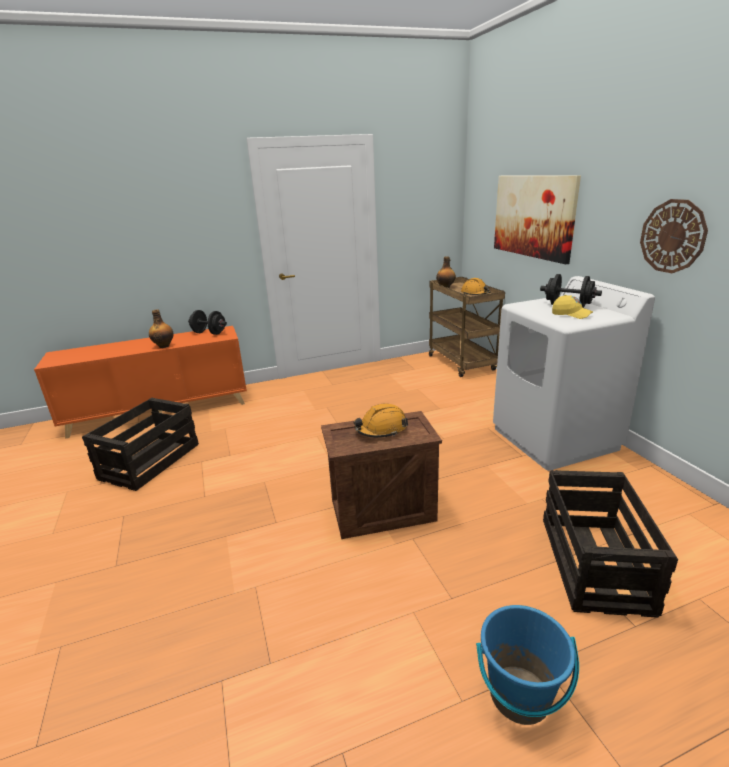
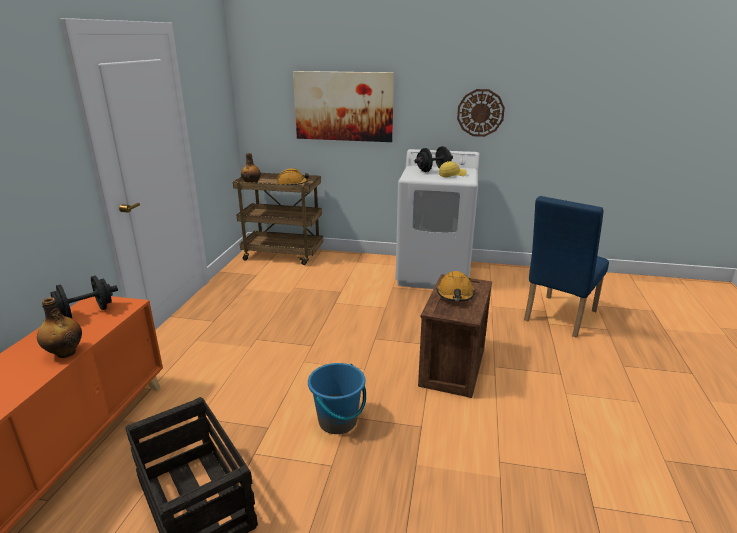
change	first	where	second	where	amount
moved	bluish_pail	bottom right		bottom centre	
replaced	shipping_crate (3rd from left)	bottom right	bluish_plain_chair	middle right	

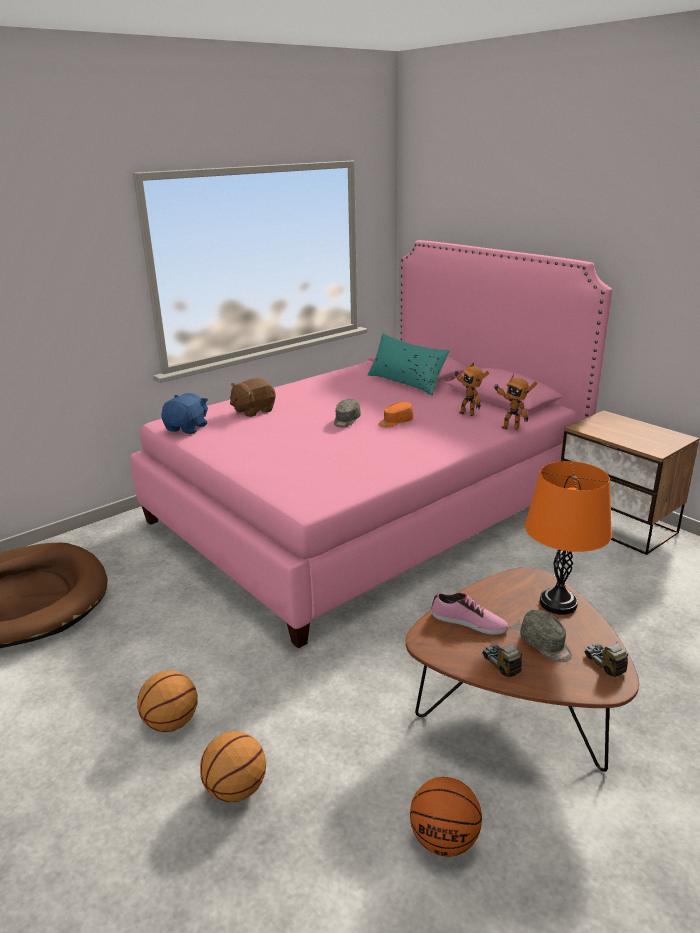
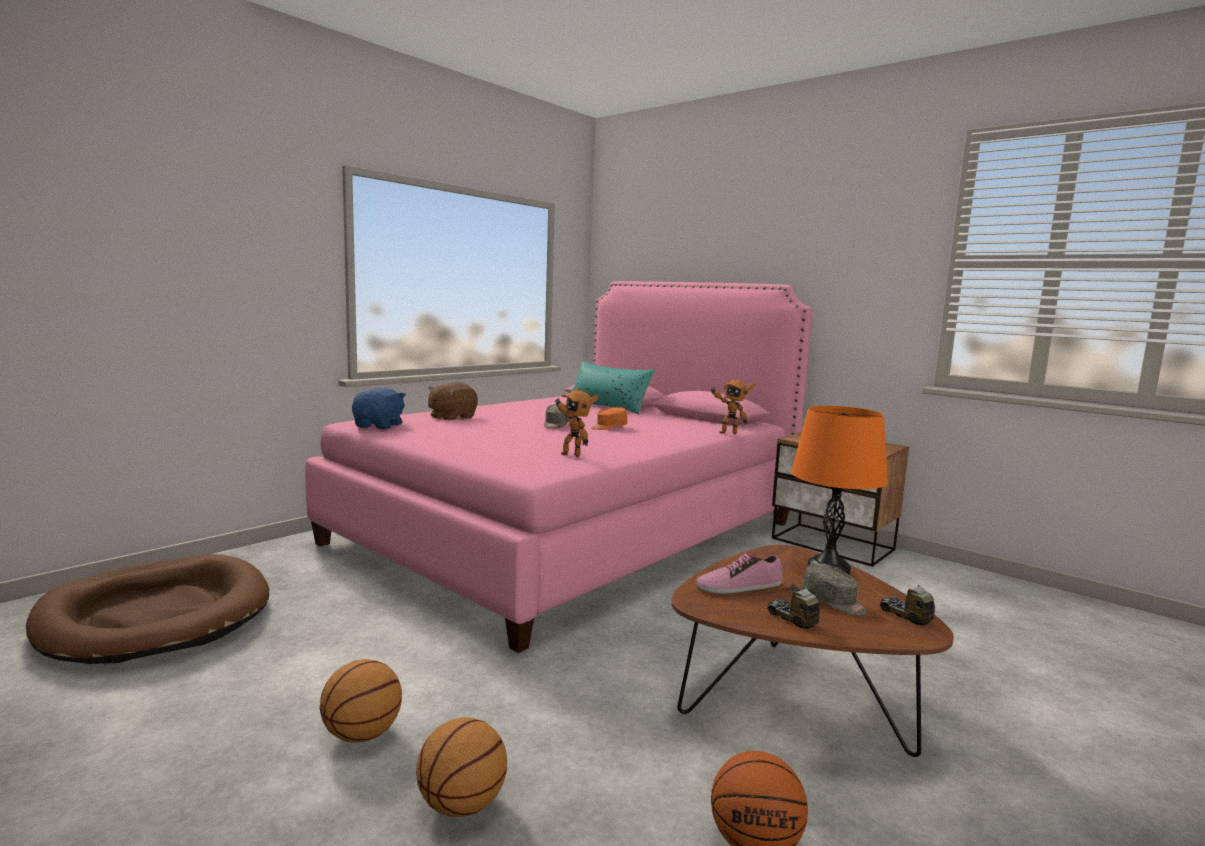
change	first	where	second	where	amount
turned	shoe	middle right		bottom centre	150 degrees clockwise
moved	model_robot (1st from left)	middle right		centre	

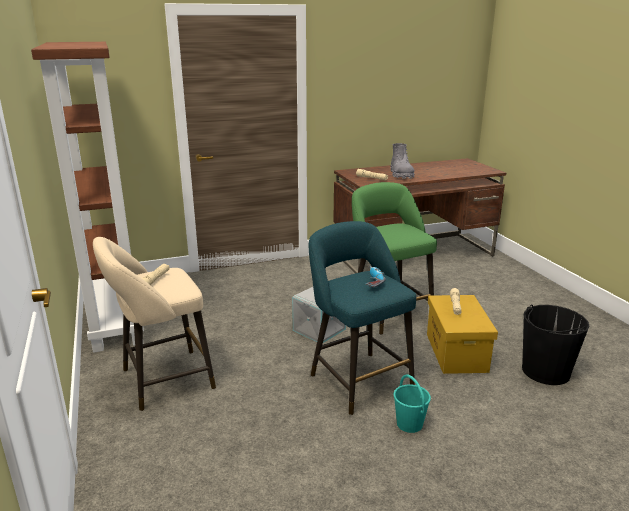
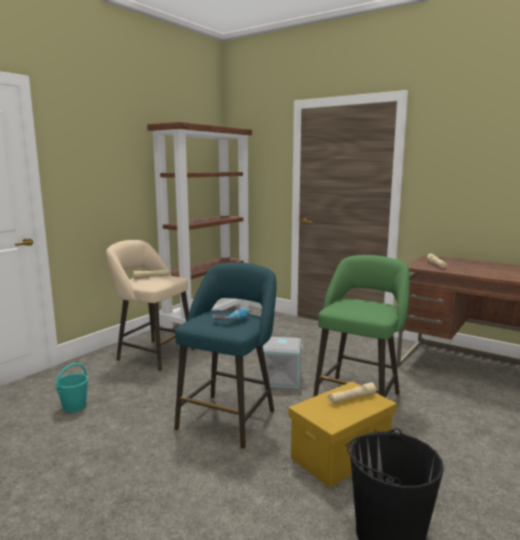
change	first	where	second	where	amount
removed	greyish_boot	top centre			
moved	blue-green_pail	bottom centre		bottom left	

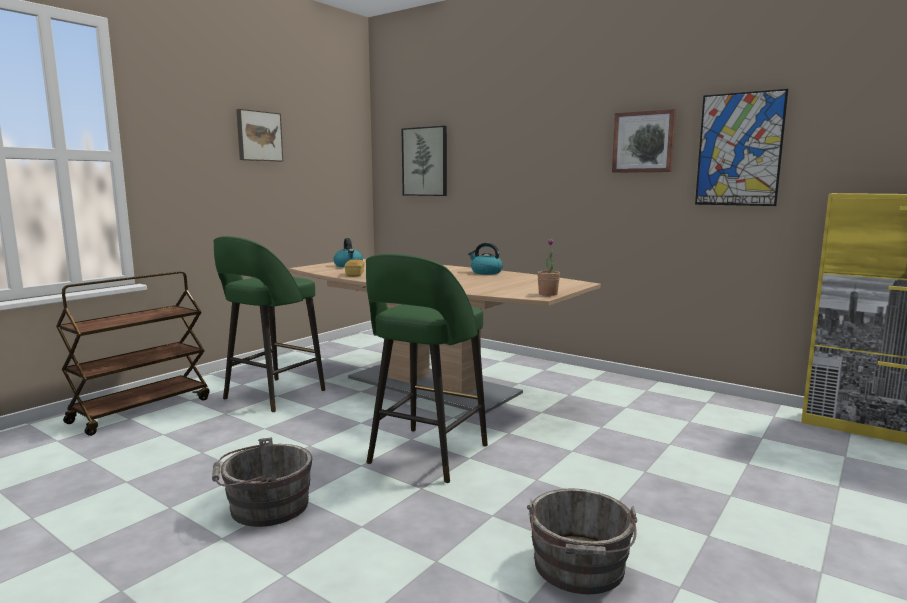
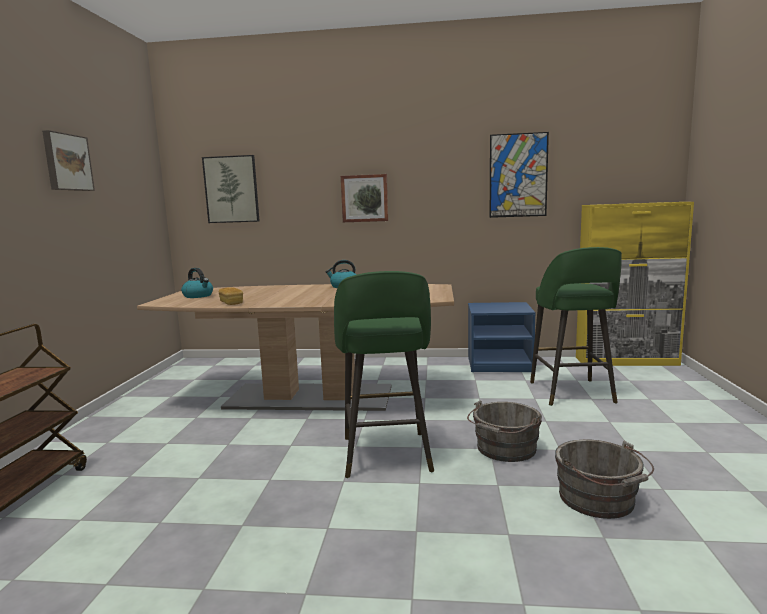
change	first	where	second	where	amount
moved	greyish_pail (1st from left)	bottom left		bottom centre	
moved	green-coloured_stool (1st from left in the first image)	middle left	green-coloured_stool (2nd from left)	middle right	
removed	plant_in_a_pot	centre			
moved	wall_picture (3rd from left)	top right		top centre	
added			bluish_nightstand	centre	

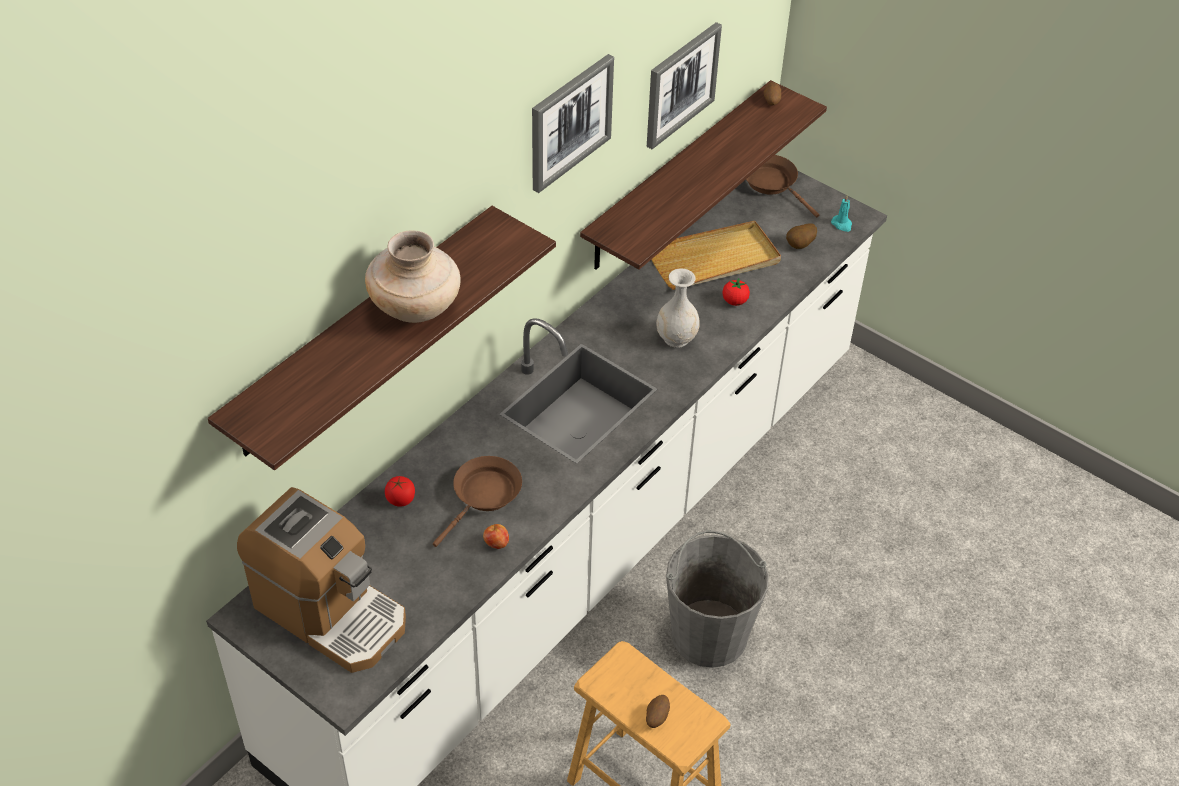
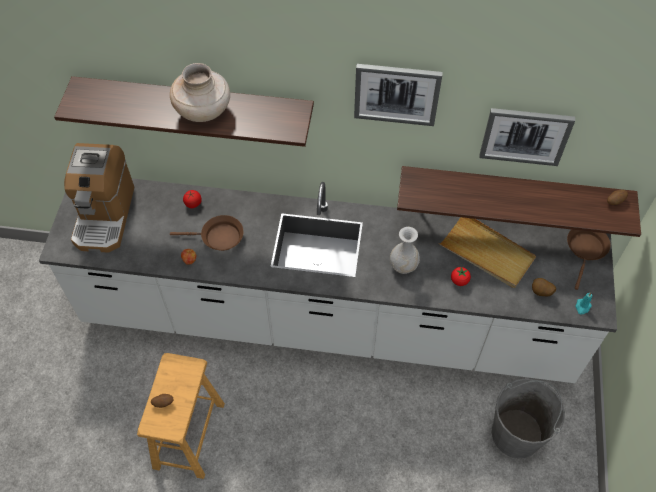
change	first	where	second	where	amount
moved	greyish_pail	bottom centre		bottom right	

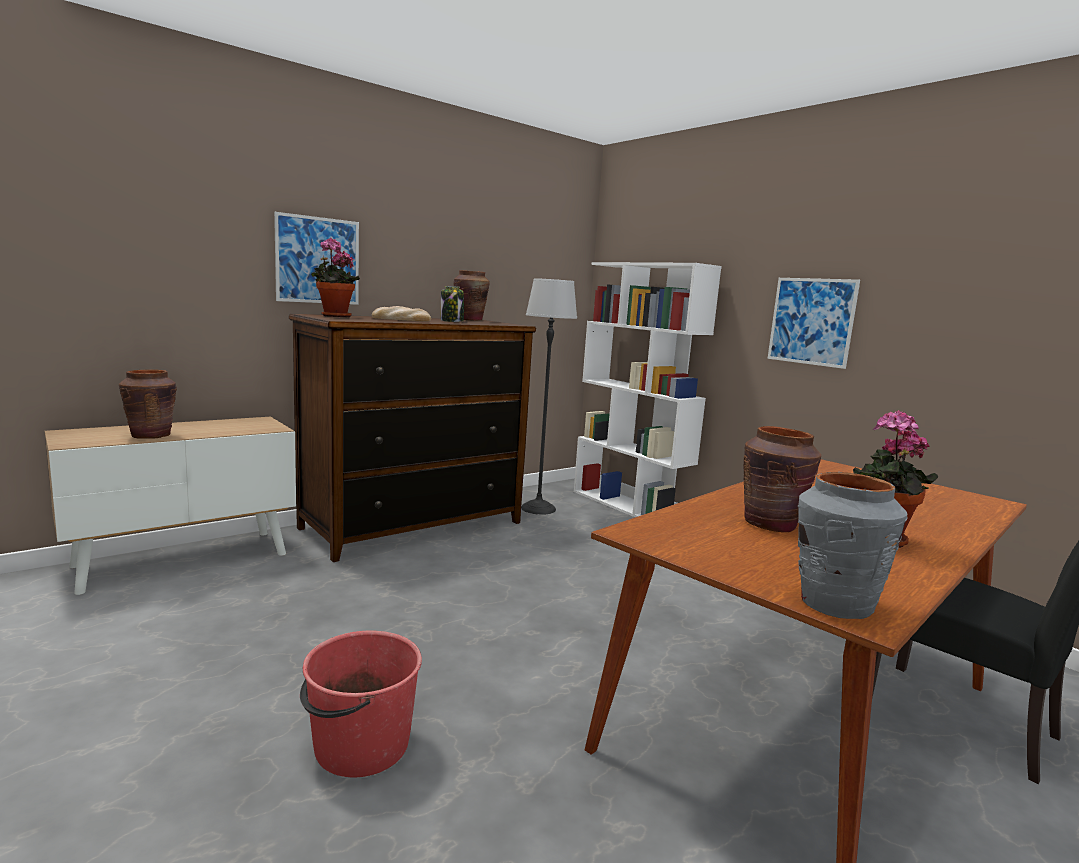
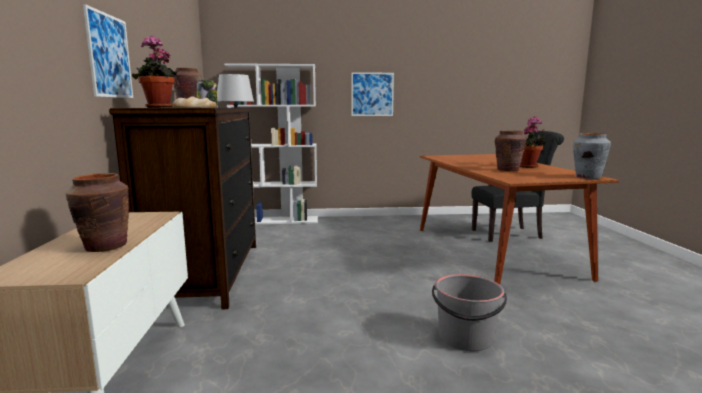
change	first	where	second	where	amount
recoloured	red-coloured_pail	bottom centre	greyish_pail	bottom right	

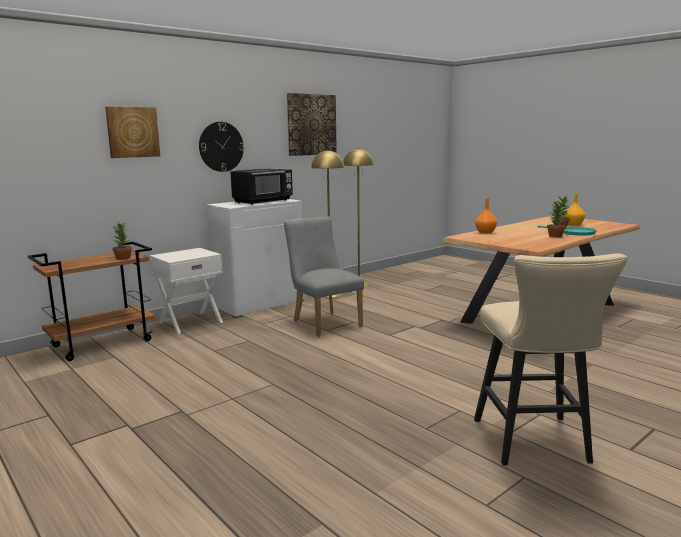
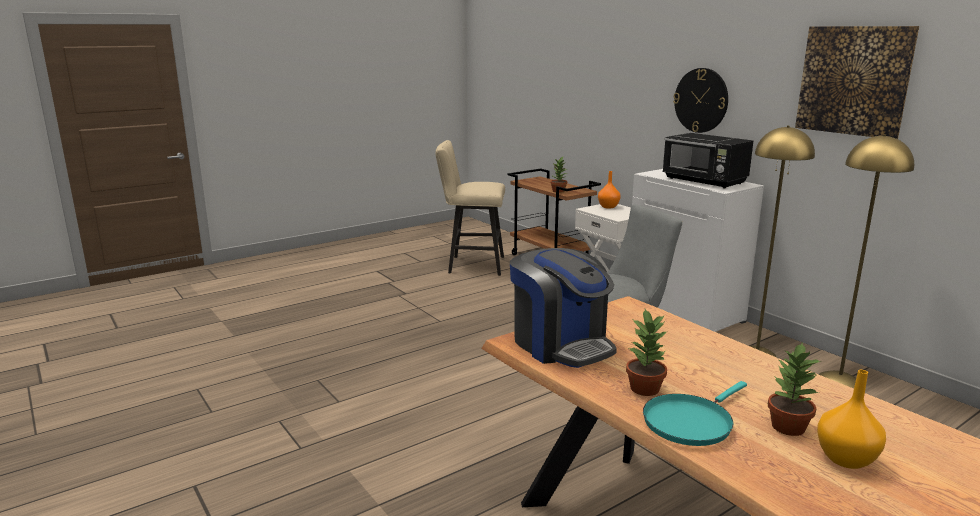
change	first	where	second	where	amount
removed	wall_picture (1st from left)	top left			
moved	sand-coloured_stool	bottom right		centre	
moved	orange-coloured_flower_vase (1st from left)	middle right		centre	
added			coffee_maker	centre	

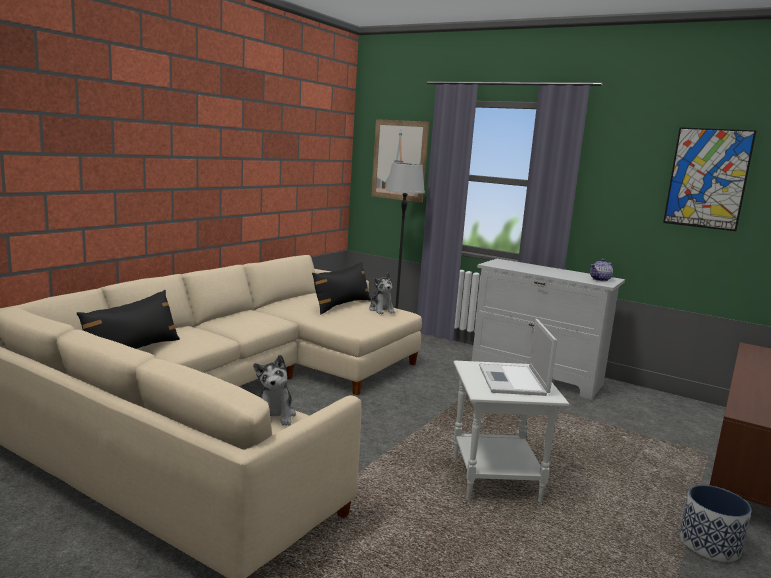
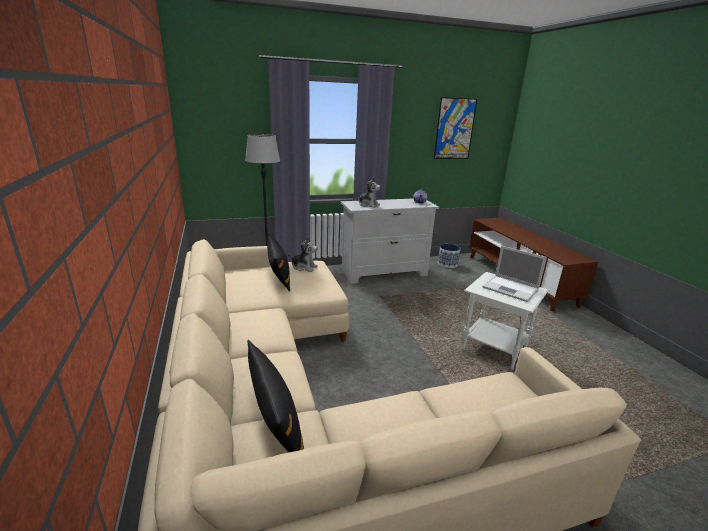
change	first	where	second	where	amount
moved	soft_toy (1st from left in the first image)	bottom centre	soft_toy (2nd from left)	centre	
removed	wall_picture (1st from left)	top centre			
moved	planter	bottom right		centre	

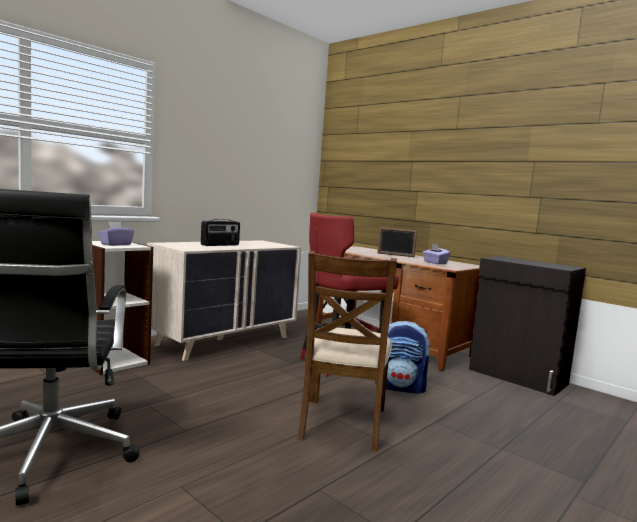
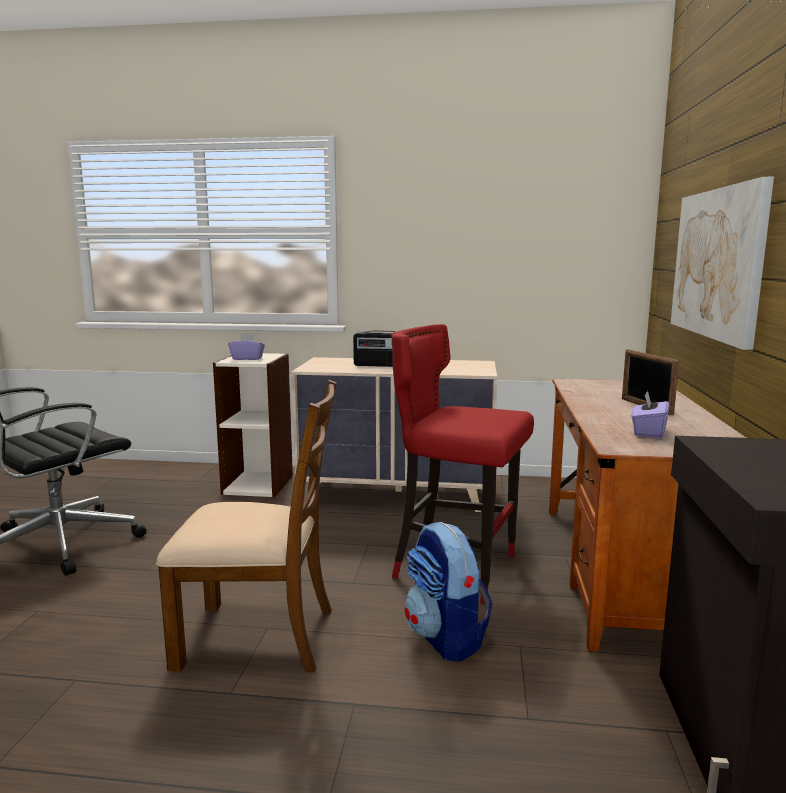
change	first	where	second	where	amount
turned	brown-coloured_plain_chair	bottom centre		middle left	150 degrees counterclockwise
added			wall_picture	top right	

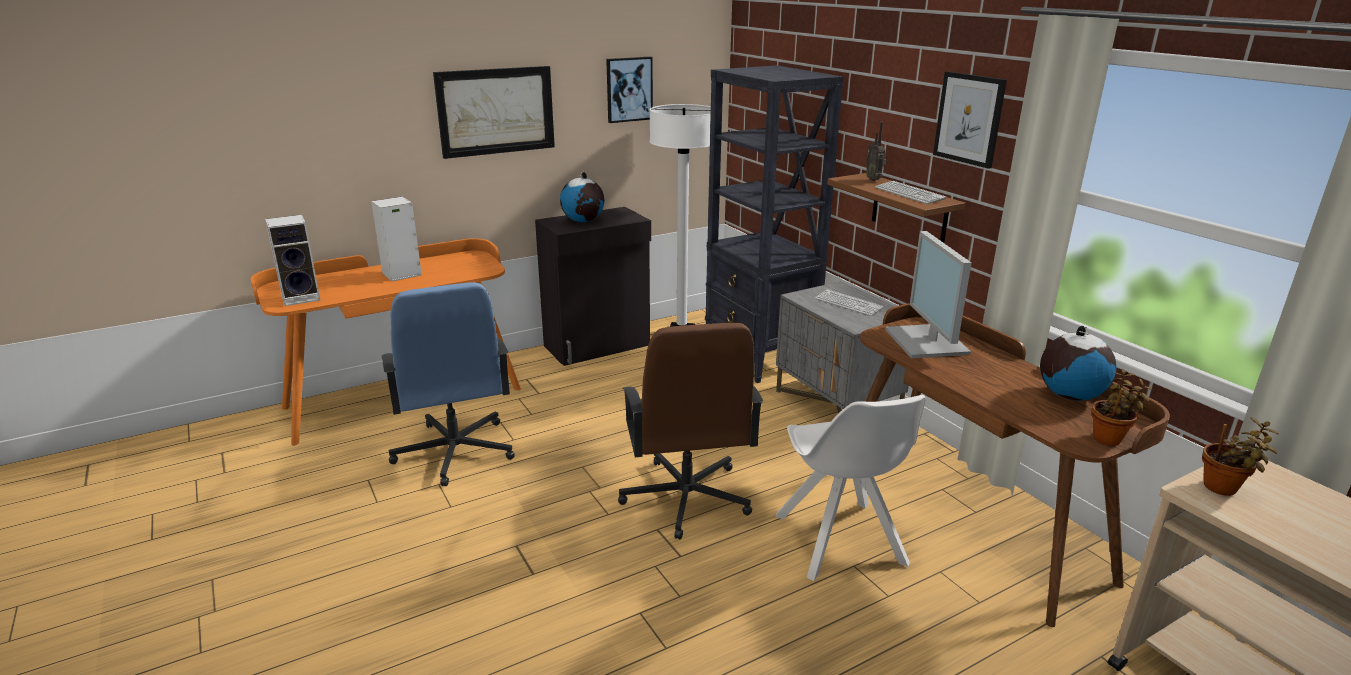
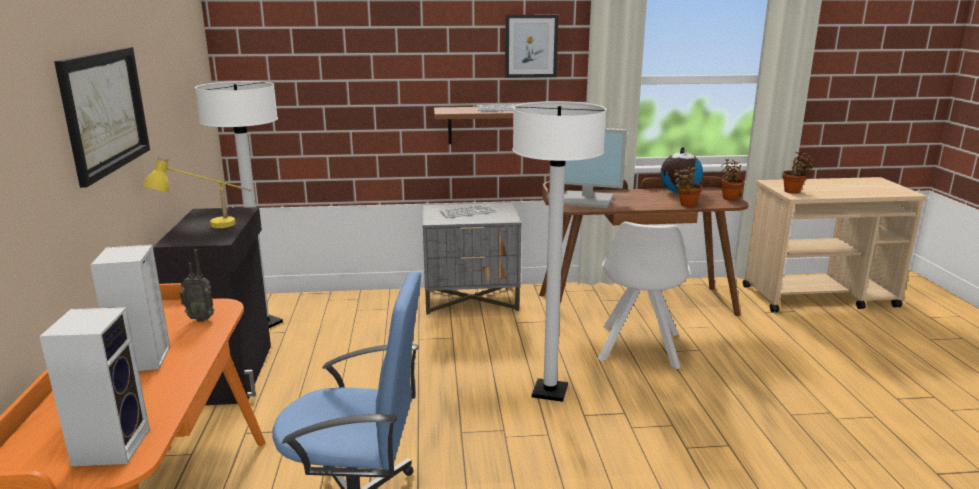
change	first	where	second	where	amount
replaced	world_globe (1st from left)	top centre	yellowish_lamp_for_a_table	middle left	
removed	wall_picture (2nd from left)	top centre			
replaced	brown-coloured_office_chair	centre	whitish_standard_lamp (2nd from left)	centre	
removed	blackish_bookshelf	top centre			
turned	whitish_plain_chair	bottom centre		centre	90 degrees clockwise
moved	radio_receiver	top centre		middle left	
added			plant_in_a_pot (1st from left)	middle right	

